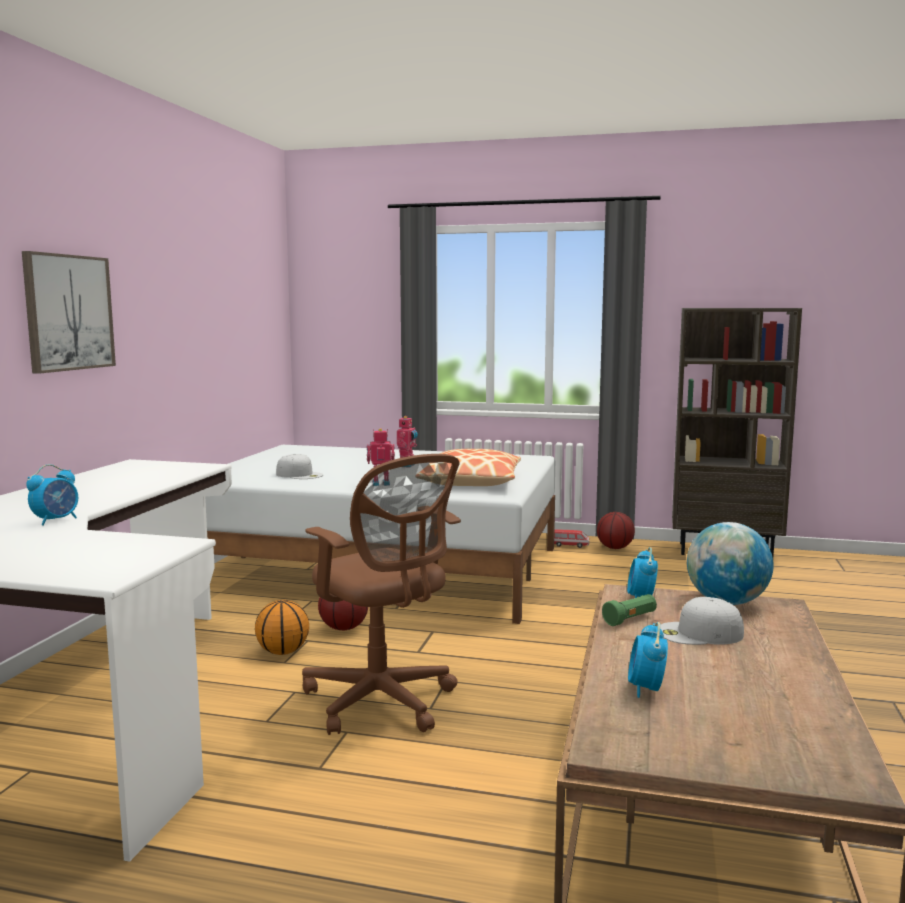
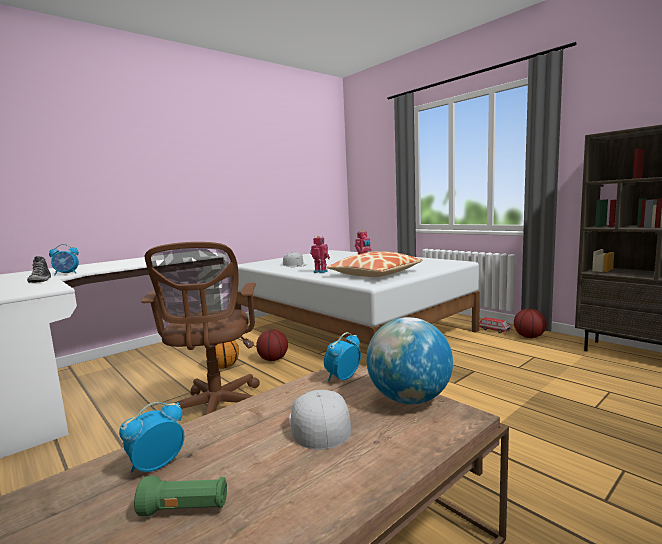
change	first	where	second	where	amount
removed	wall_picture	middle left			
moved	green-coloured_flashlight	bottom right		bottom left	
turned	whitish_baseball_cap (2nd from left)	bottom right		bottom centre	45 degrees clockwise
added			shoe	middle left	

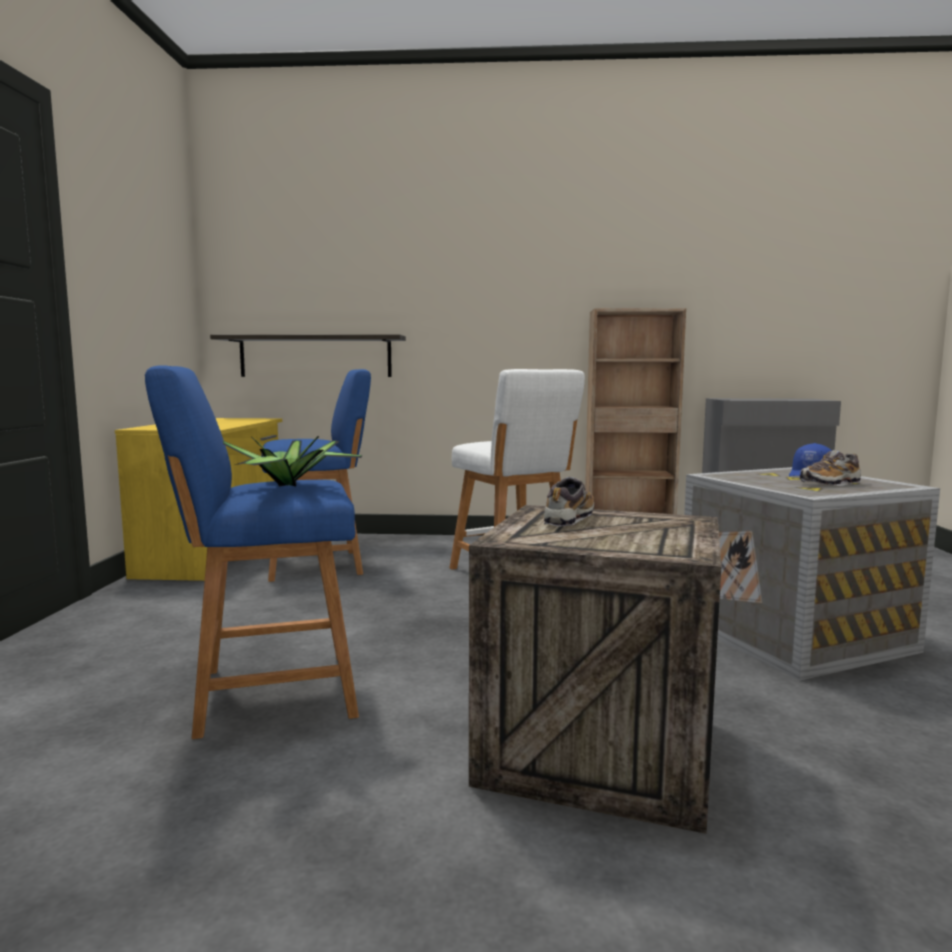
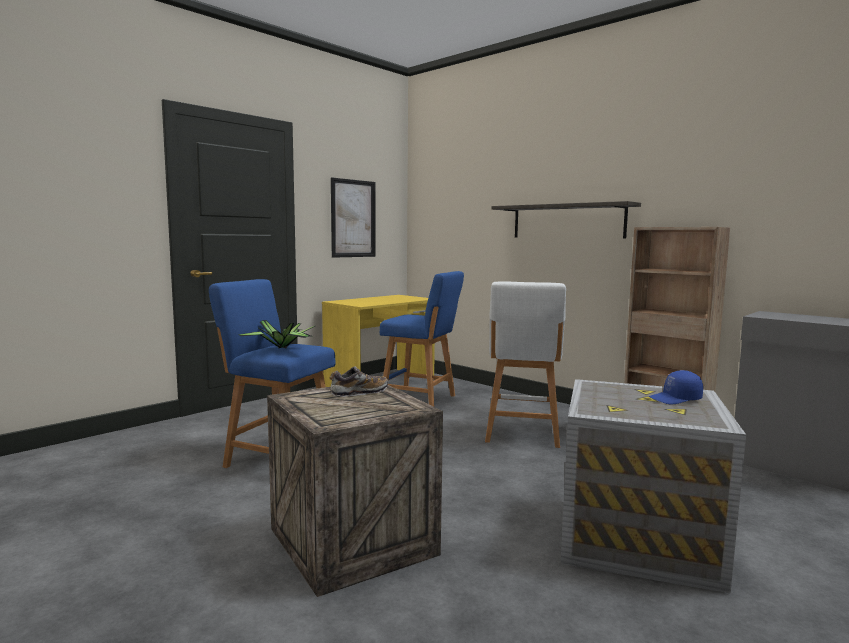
change	first	where	second	where	amount
moved	shelf	middle left		middle right	
removed	shoe (2nd from left)	middle right			
added			wall_picture	centre	

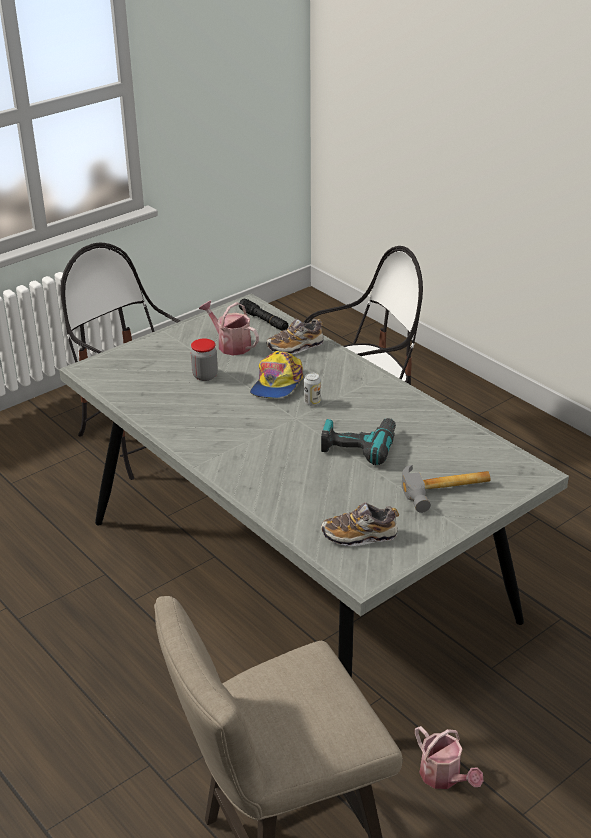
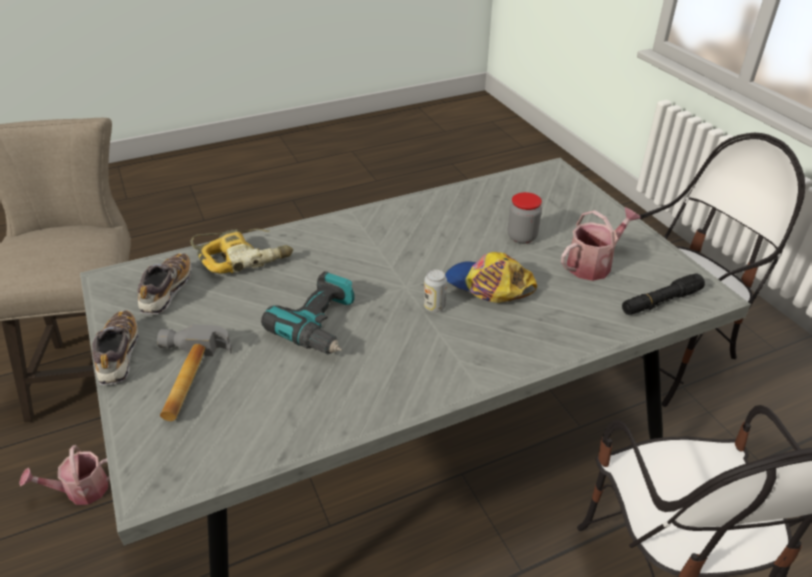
change	first	where	second	where	amount
moved	shoe (1st from left)	centre		middle left	
added			electric_drill (1st from left)	middle left	

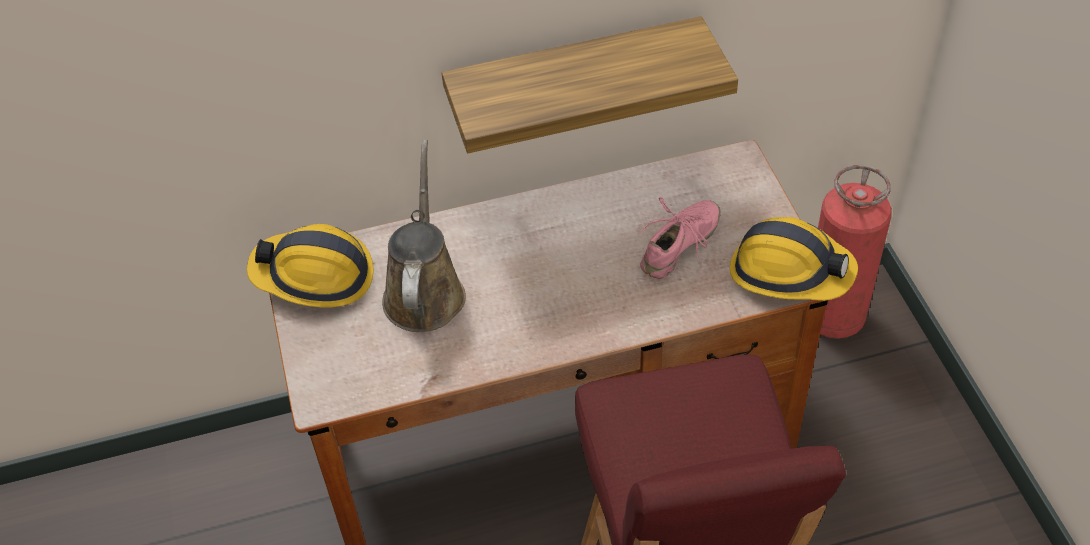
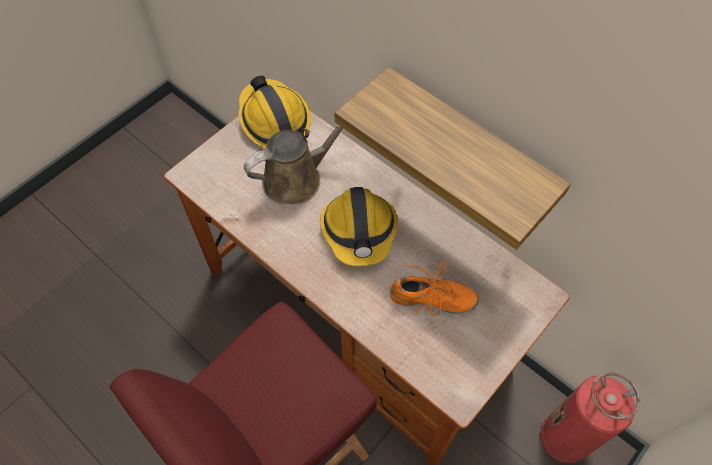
change	first	where	second	where	amount
recoloured	pink_shoe	centre	orange-coloured_shoe	centre	
moved	work_helmet (2nd from left)	middle right		centre	

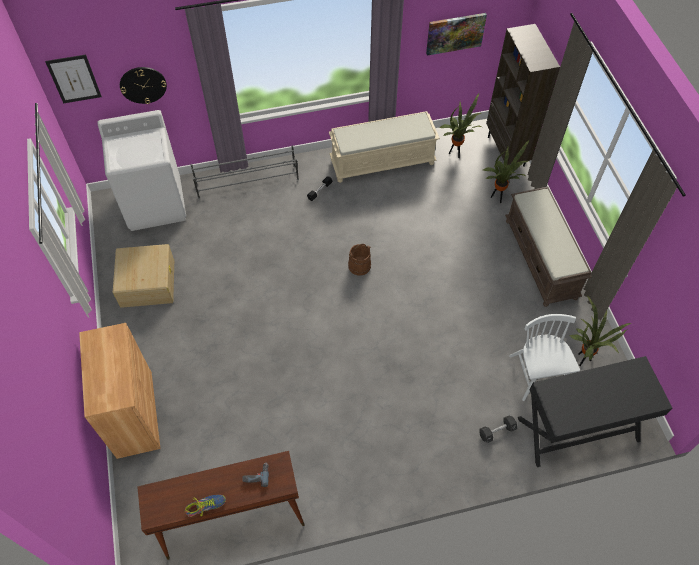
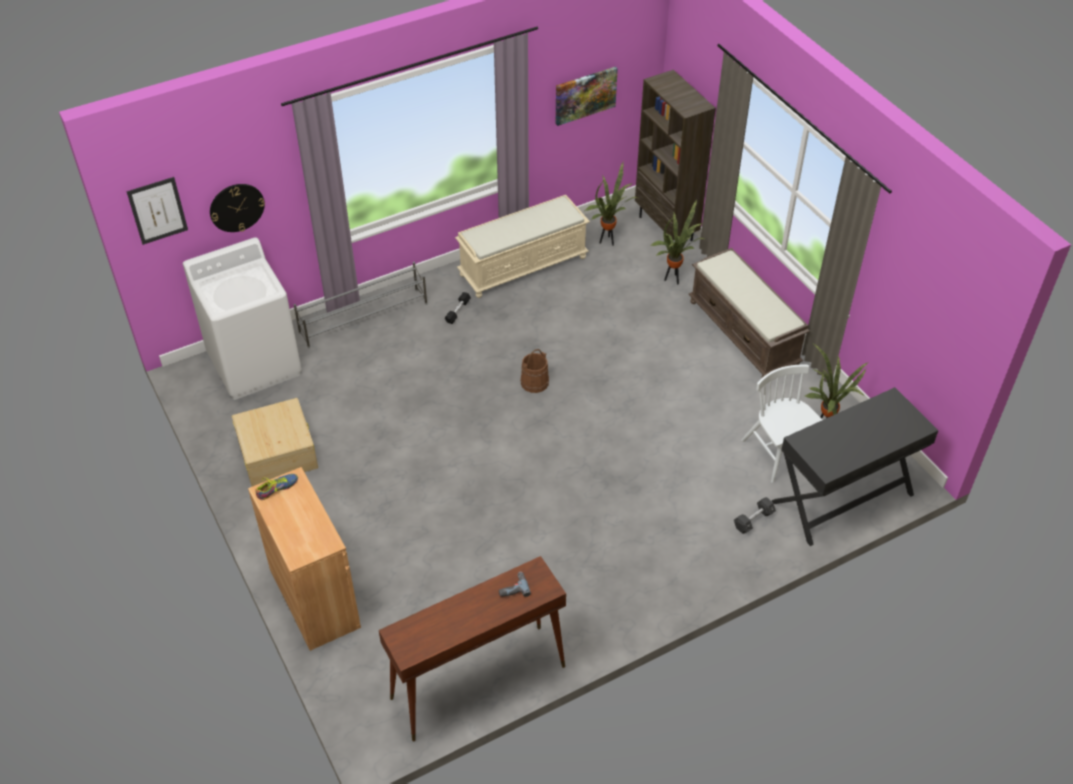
change	first	where	second	where	amount
moved	shoe	bottom left		middle left	

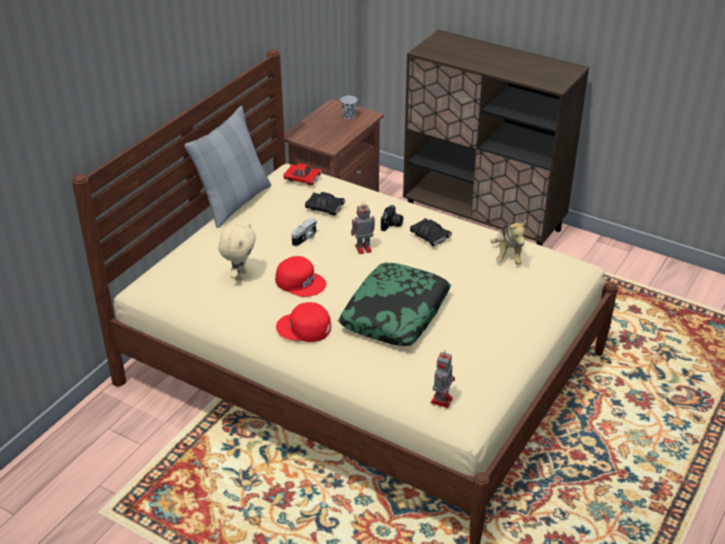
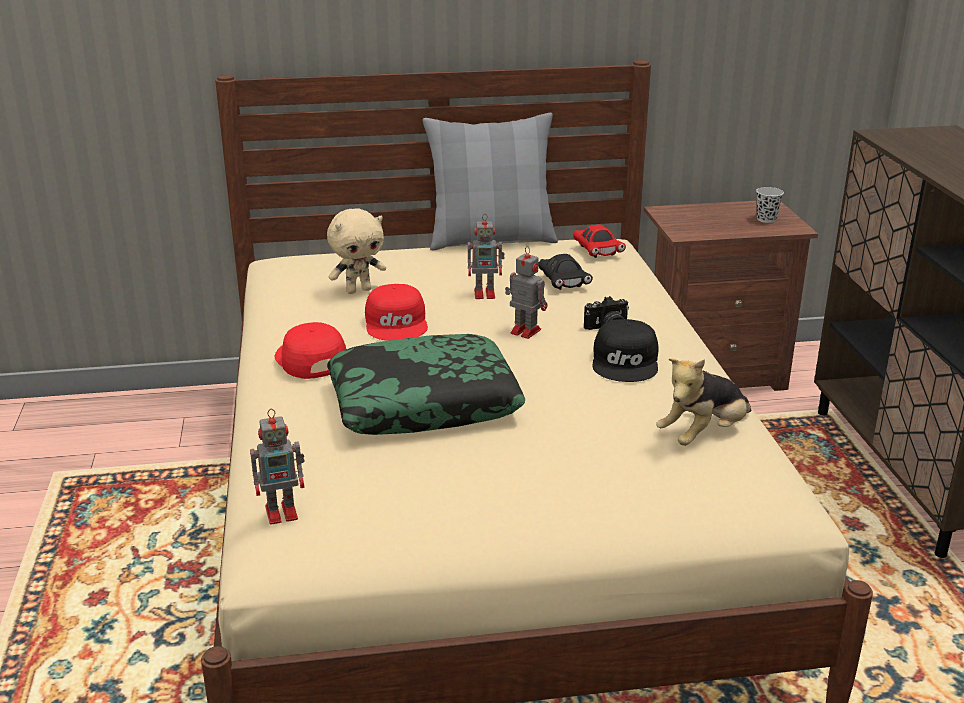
change	first	where	second	where	amount
replaced	still_camera (1st from left)	centre	model_robot (2nd from left)	centre	
replaced	blackish_model_car (2nd from left)	centre	blackish_baseball_cap	centre	

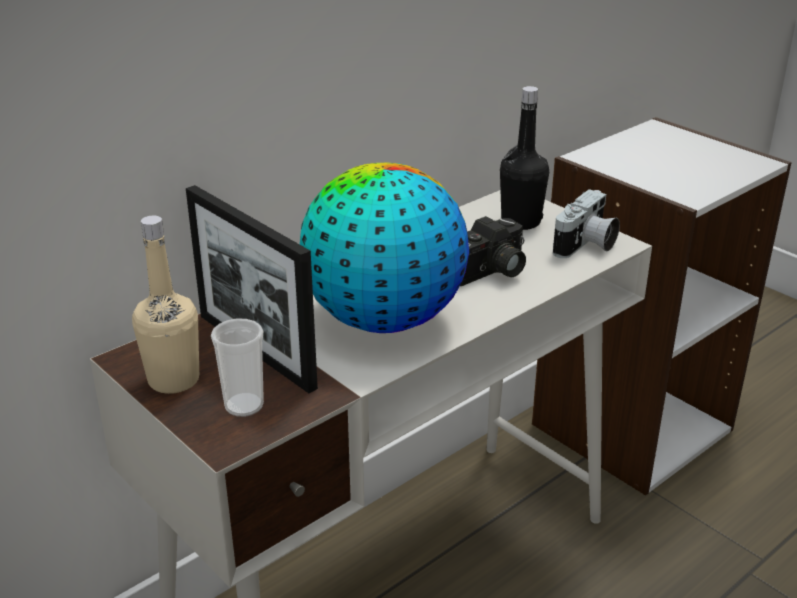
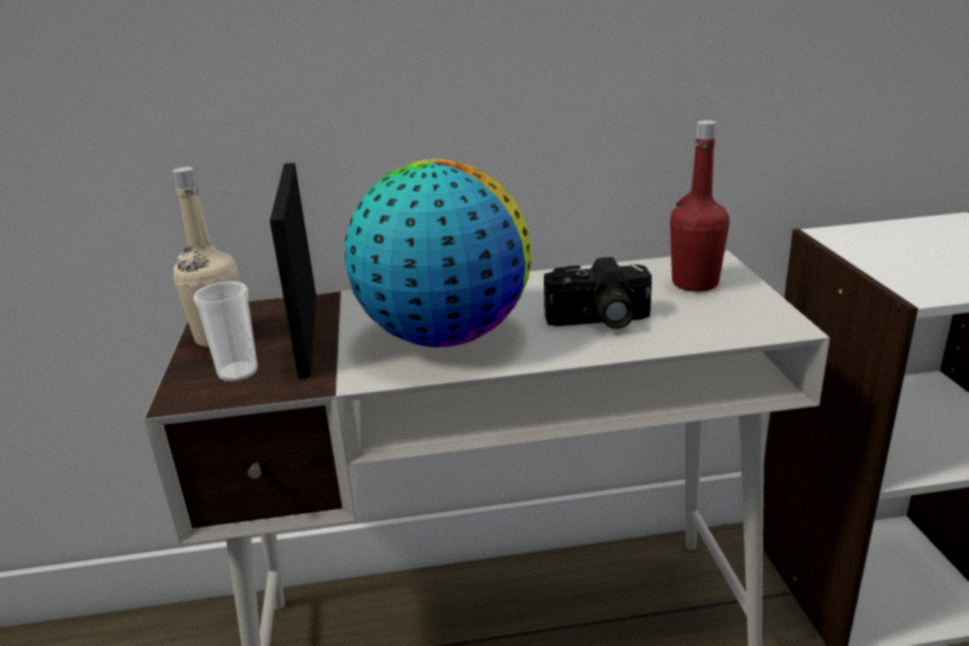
change	first	where	second	where	amount
recoloured	blackish_bottle	top centre	red-coloured_bottle	top right	
removed	still_camera (2nd from left)	middle right			

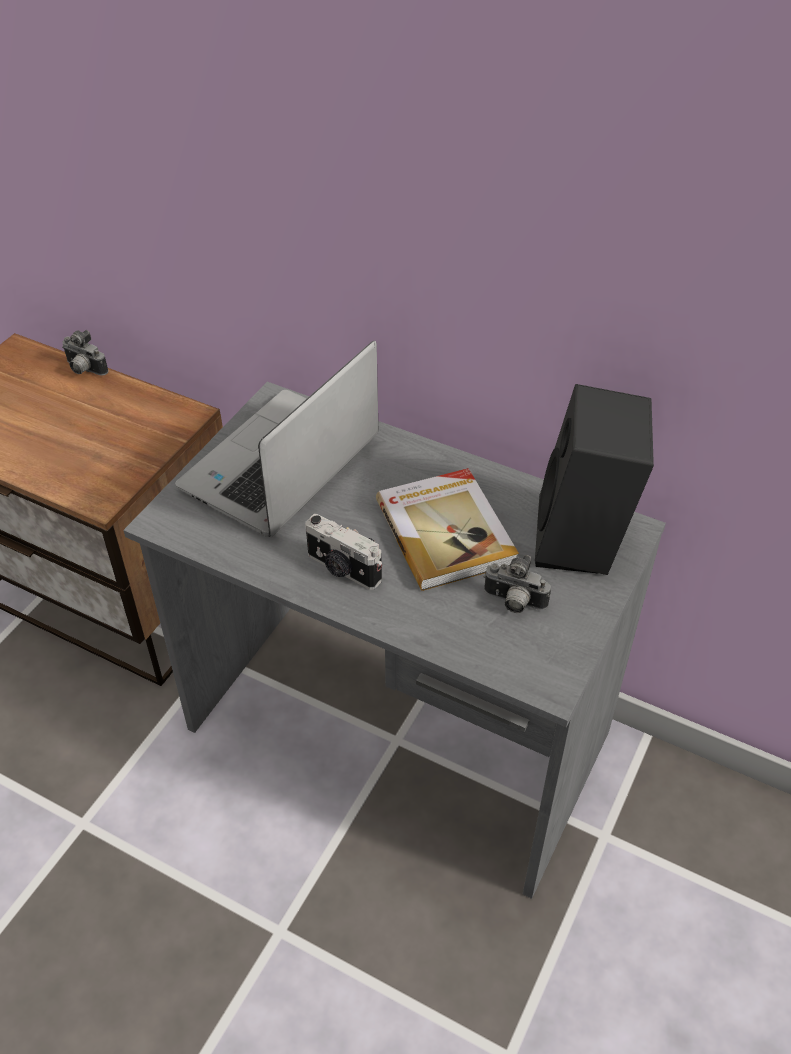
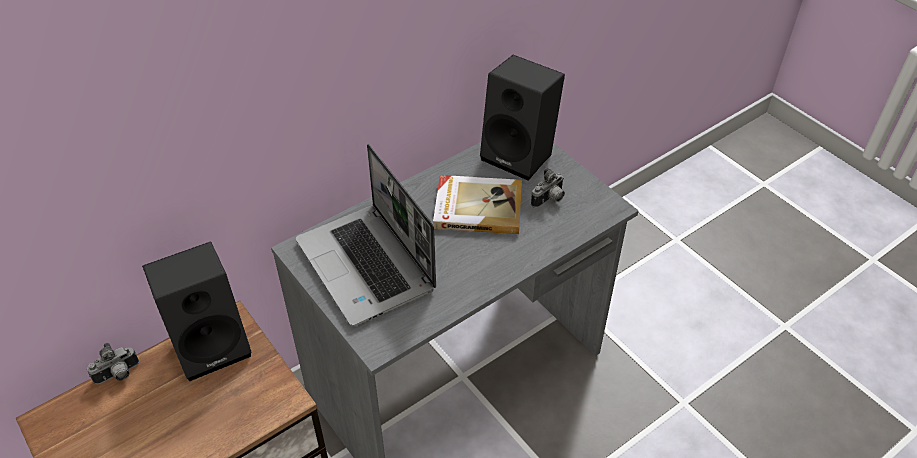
change	first	where	second	where	amount
removed	still_camera (2nd from left)	centre			
added			blackish_audio_speaker (1st from left)	bottom left	

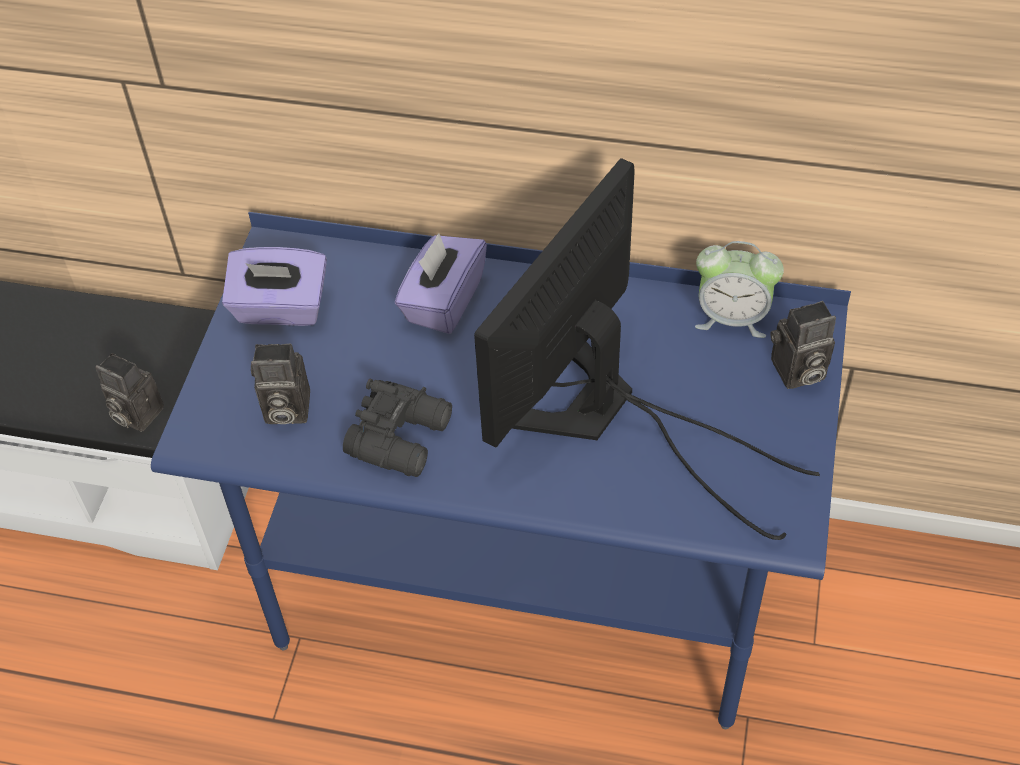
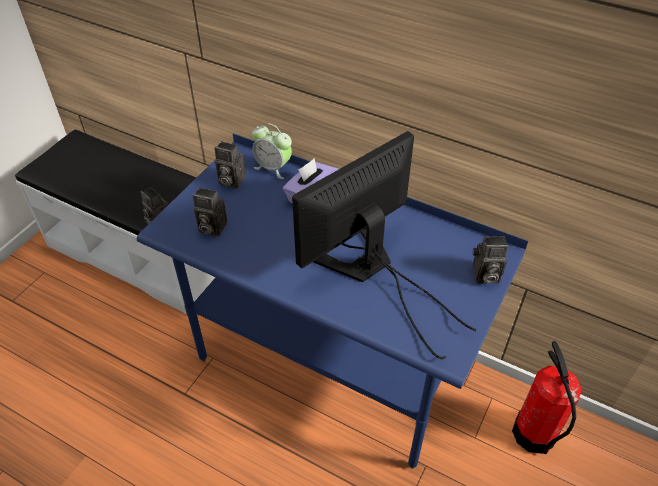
change	first	where	second	where	amount
replaced	purplish_tissue_box (1st from left)	middle left	still_camera (3rd from left)	centre	
removed	blackish_field_glasses	centre			
moved	alarm_clock	middle right		top centre	
added			extinguisher	bottom right	

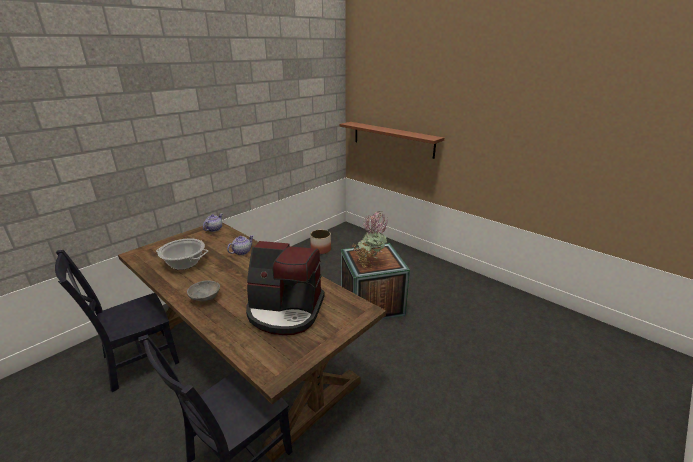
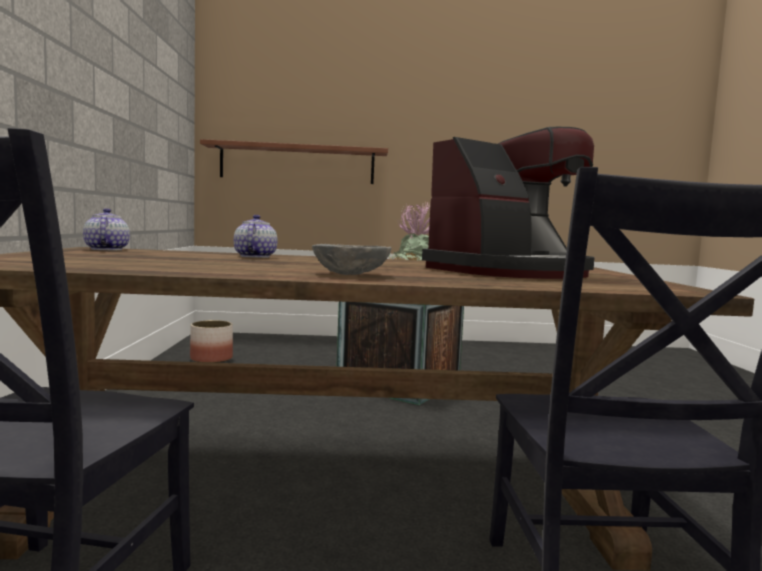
change	first	where	second	where	amount
removed	cooking_pot	middle left			

